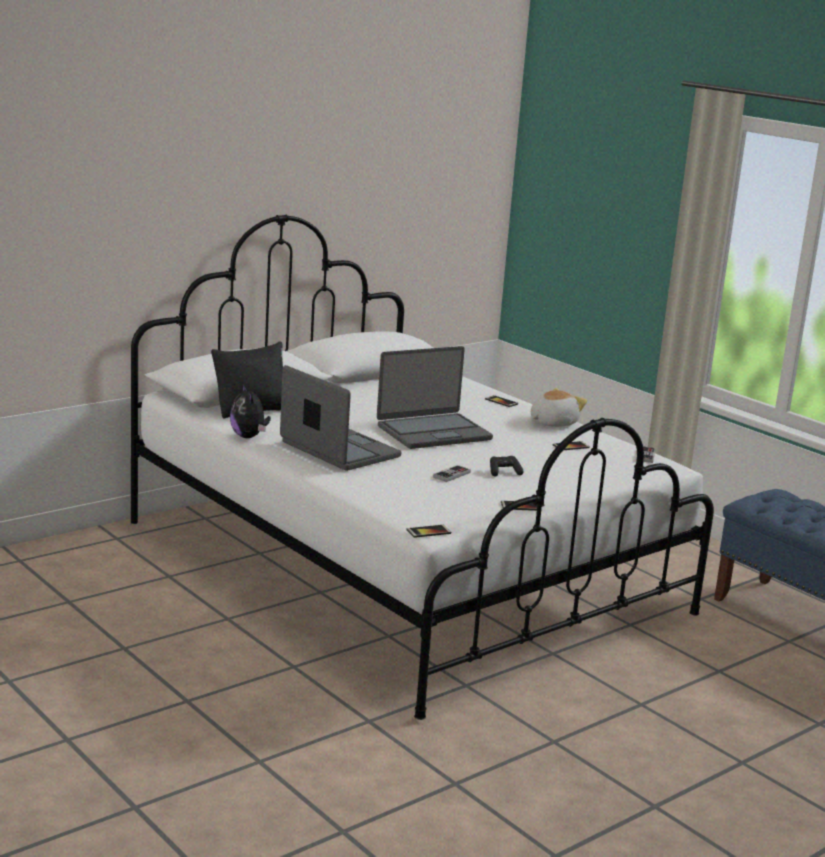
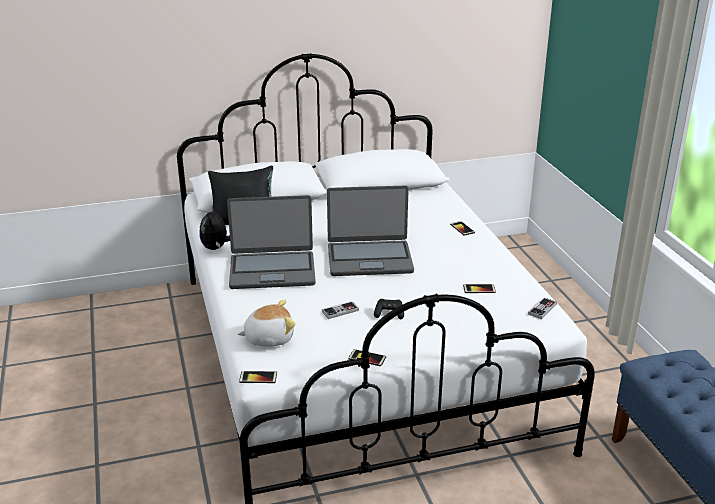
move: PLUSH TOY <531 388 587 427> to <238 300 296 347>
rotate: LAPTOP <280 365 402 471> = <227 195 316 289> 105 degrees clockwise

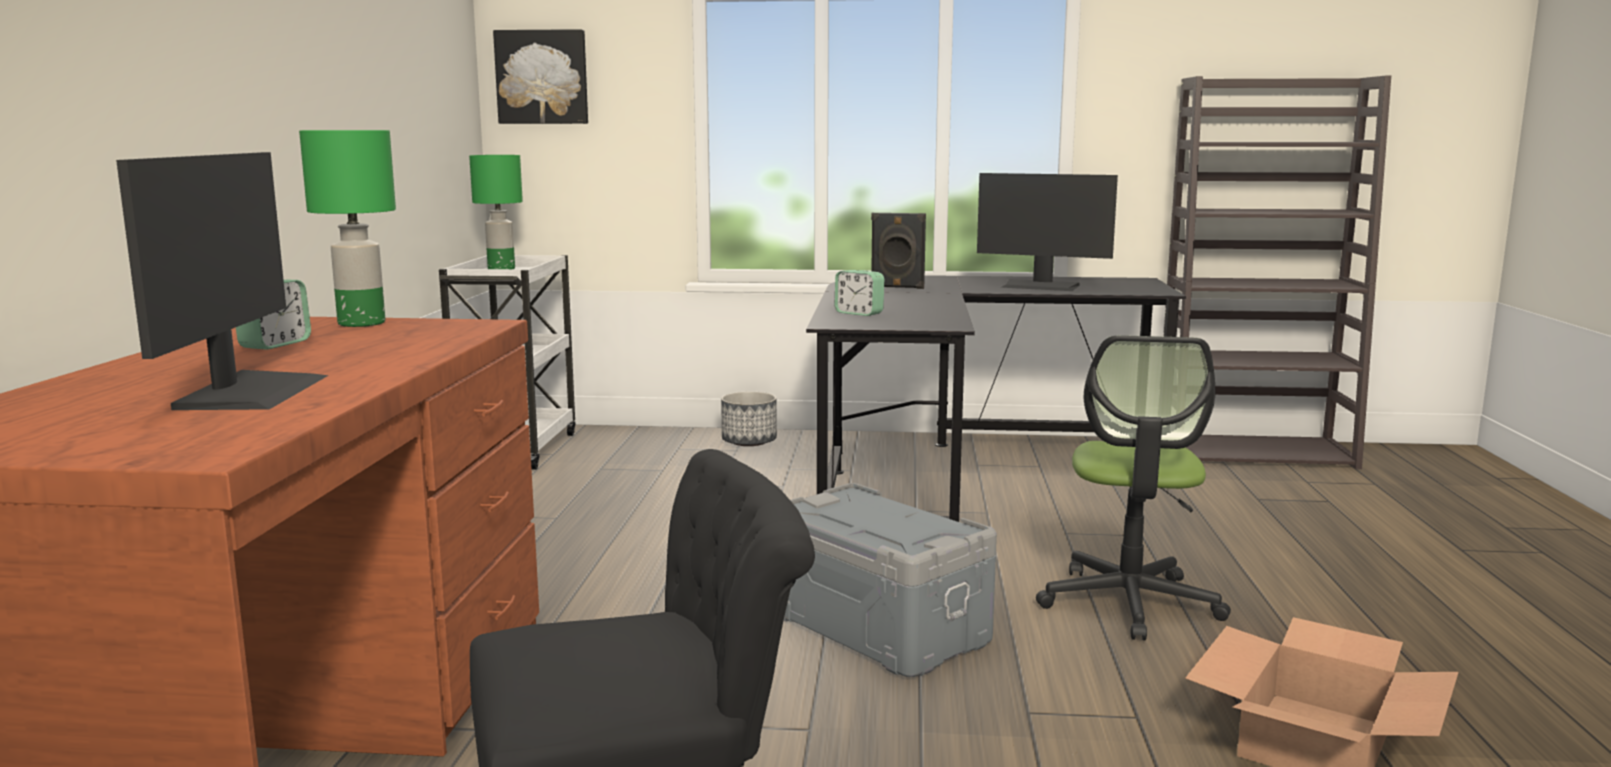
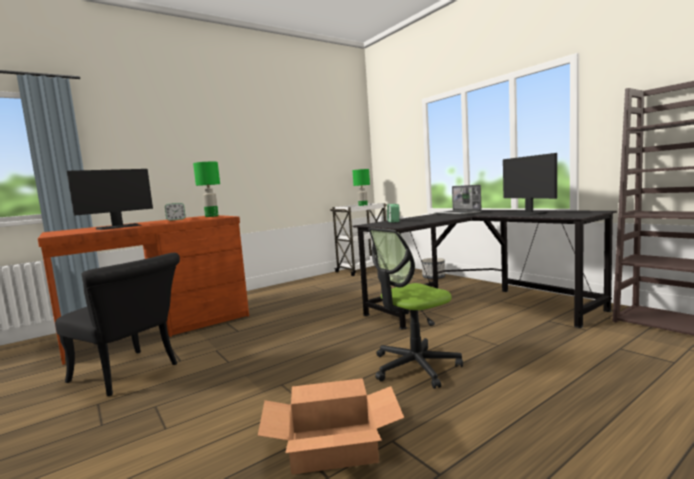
delete: PICTURE <493 29 588 124>; GREY STORAGE BOX <784 483 997 677>
replace: BLACK SPEAKER <871 213 926 289> to LAPTOP <435 185 482 215>

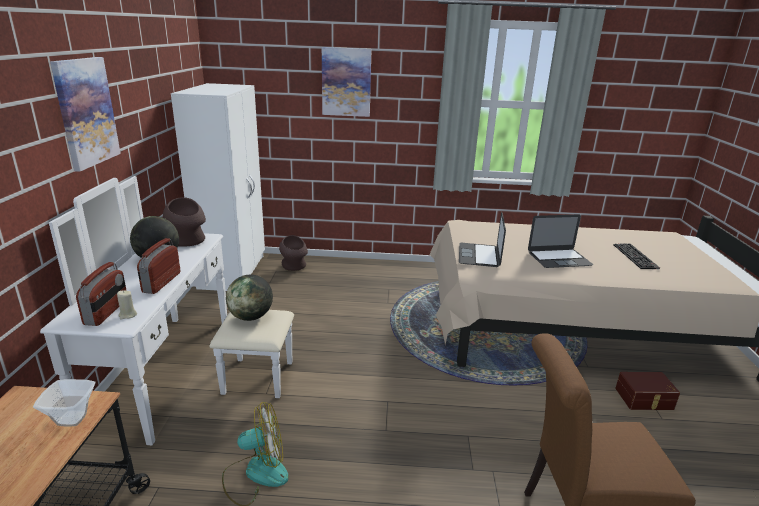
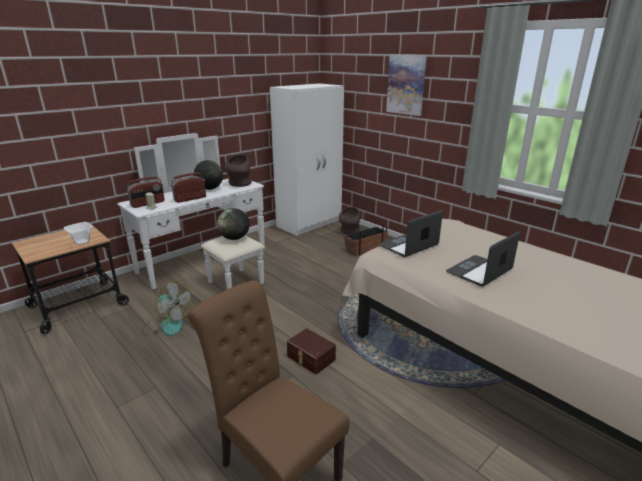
delete: PICTURE <50 57 121 172>; KEYBOARD <613 244 660 269>
insert: PLANTER <344 225 388 256>
move: BROWN STORAGE BOX <615 372 680 410> to <287 328 336 375>
rotate: LAPTOP <528 214 593 268> = <446 231 520 286> 105 degrees clockwise

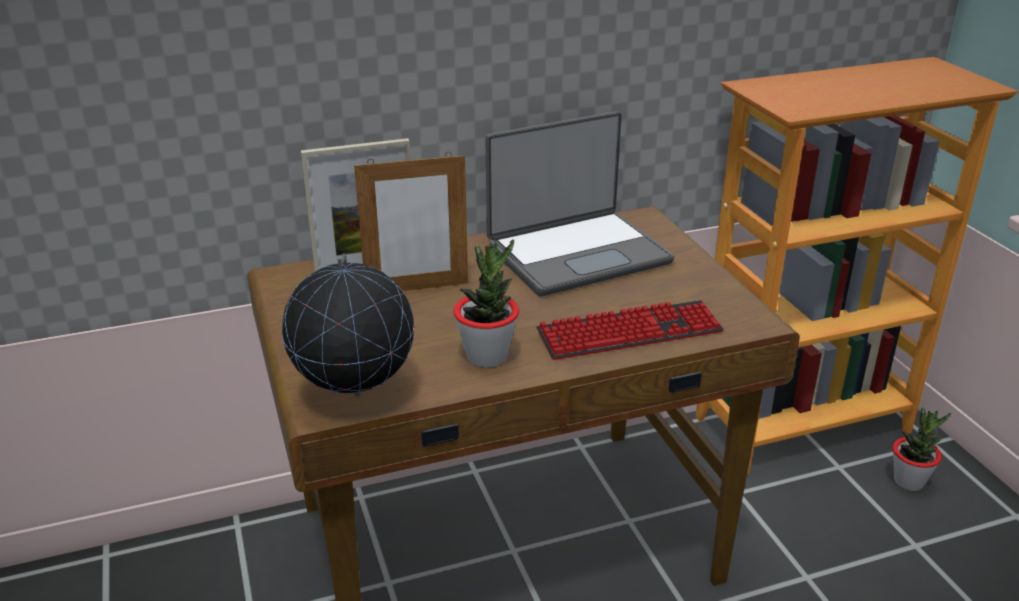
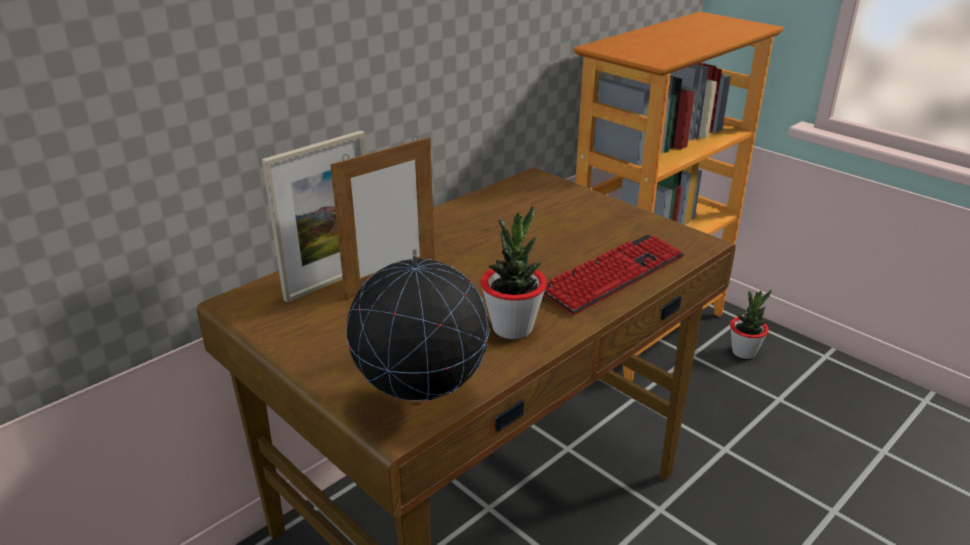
delete: LAPTOP <485 111 674 297>

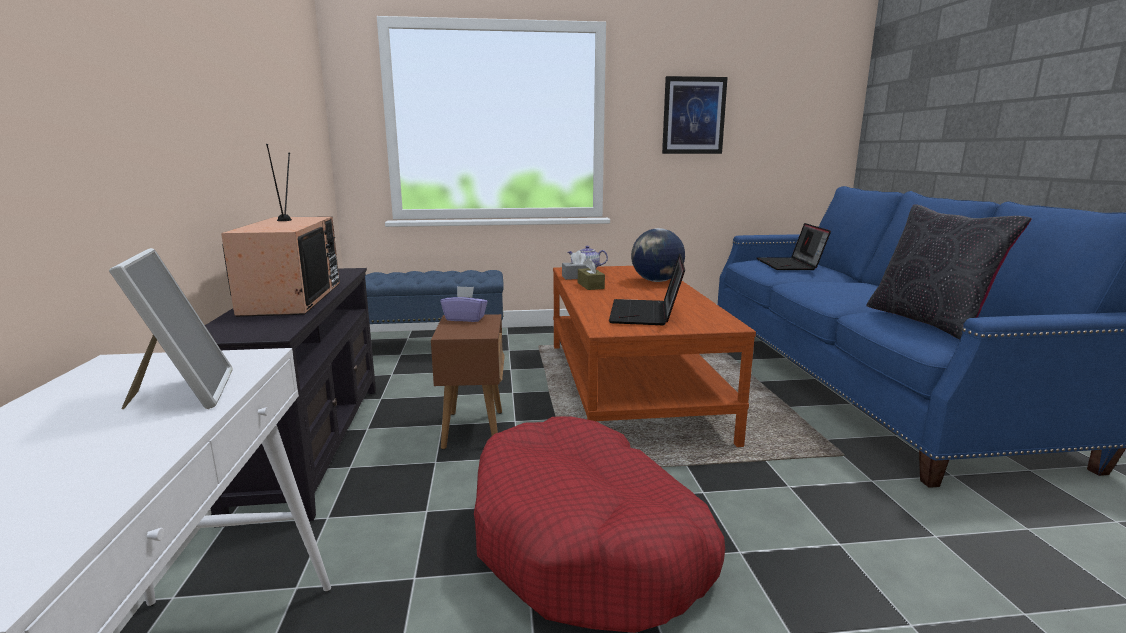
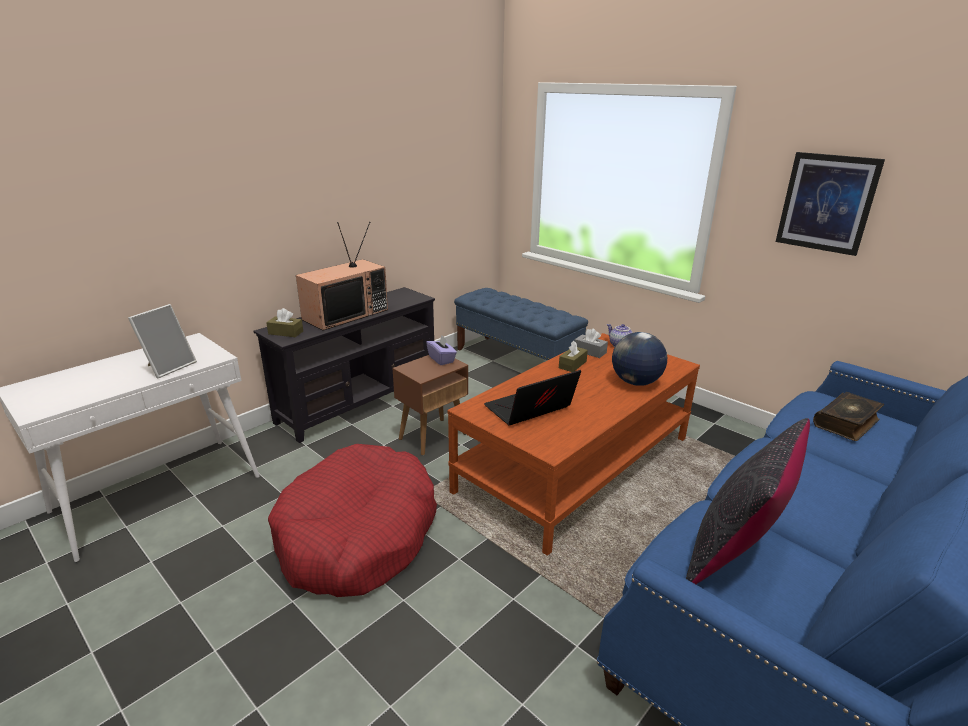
insert: BROWN TISSUE BOX <266 308 303 337>
replace: LAPTOP <757 223 831 270> to BOOK <813 392 884 441>

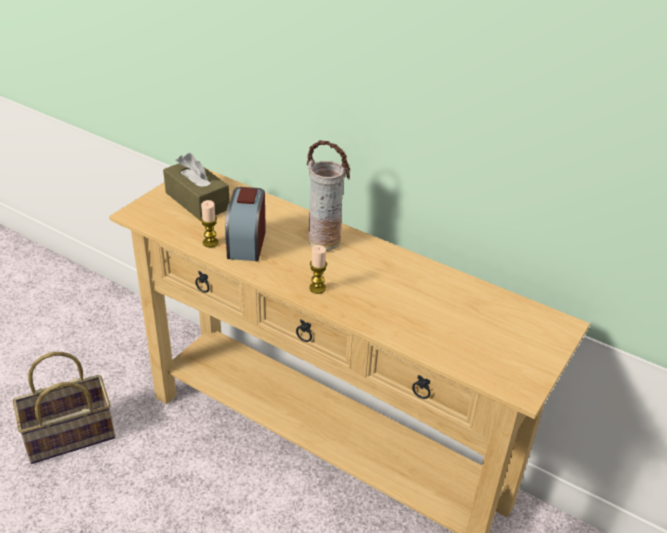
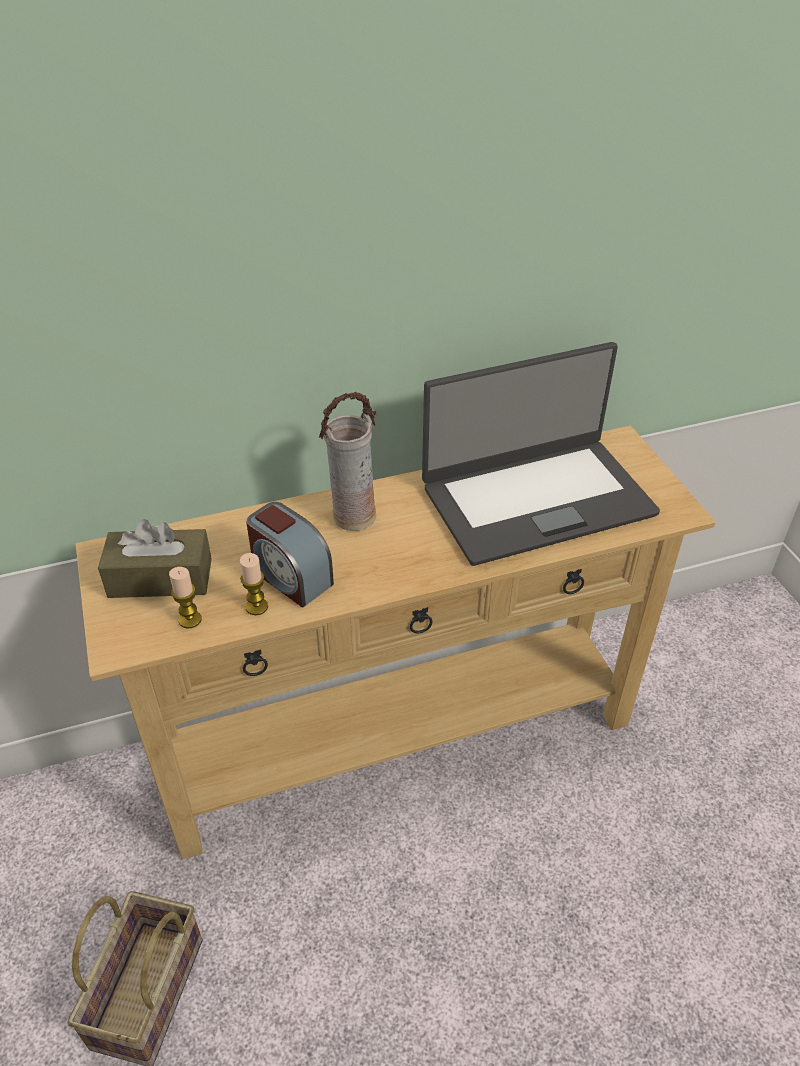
insert: LAPTOP <422 342 660 566>
move: CANDLE <309 245 327 294> to <169 567 202 629>

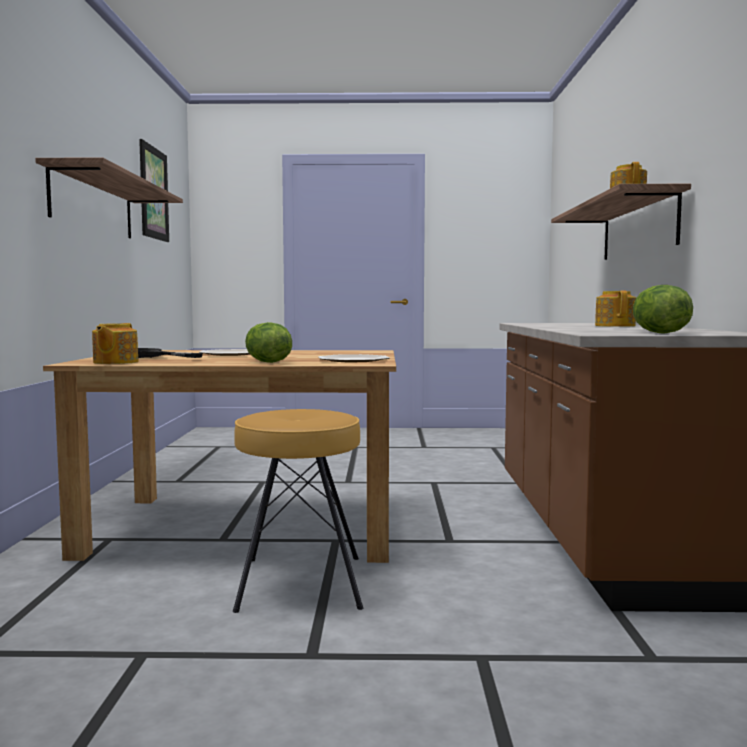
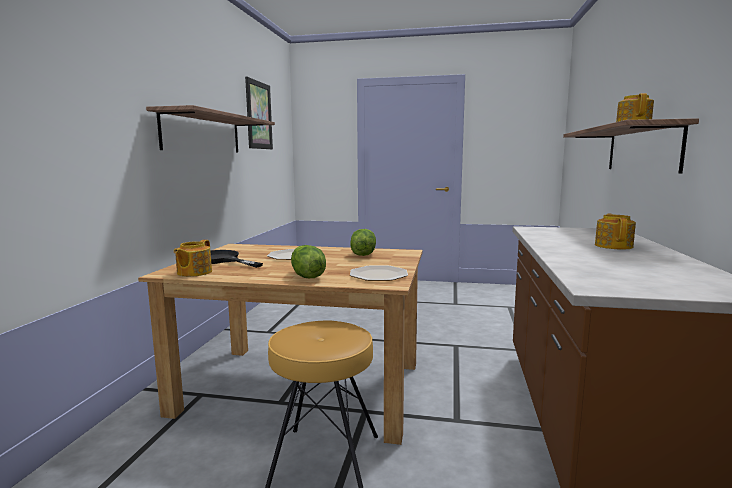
move: LETTUCE <633 285 693 333> to <350 229 376 256>

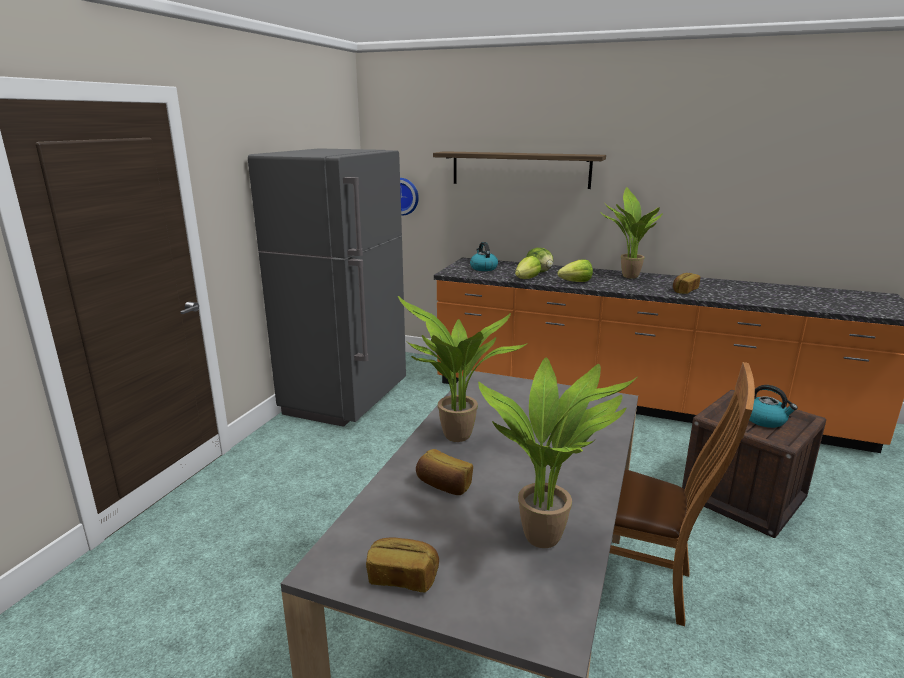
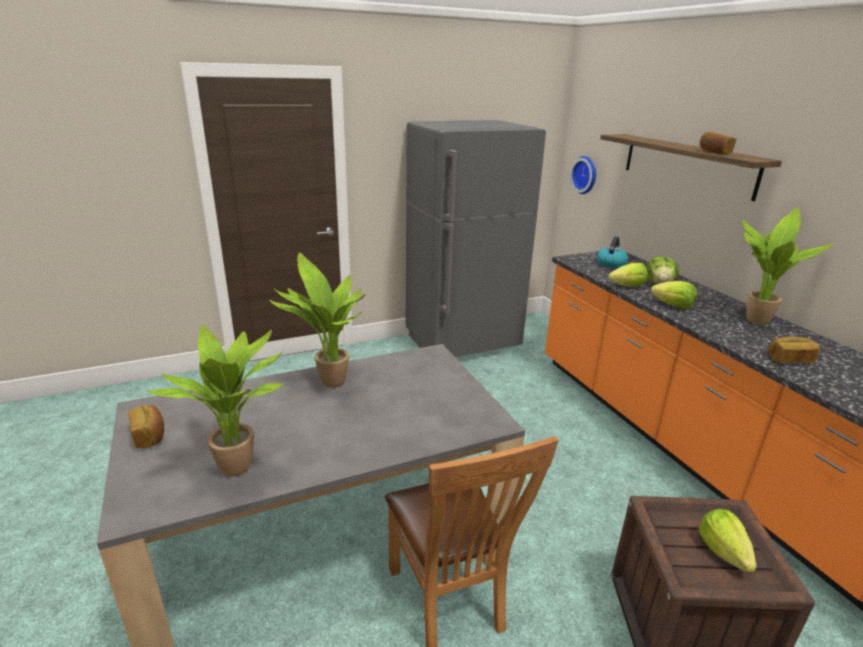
move: BREAD <416 449 473 495> to <700 131 736 154>
replace: KETTLE <749 385 798 428> to LETTUCE <698 509 757 572>

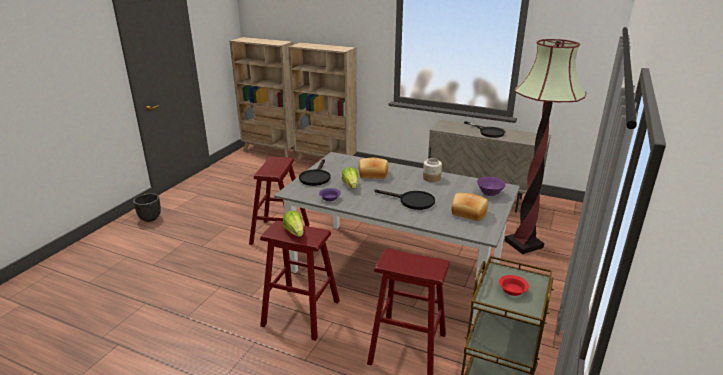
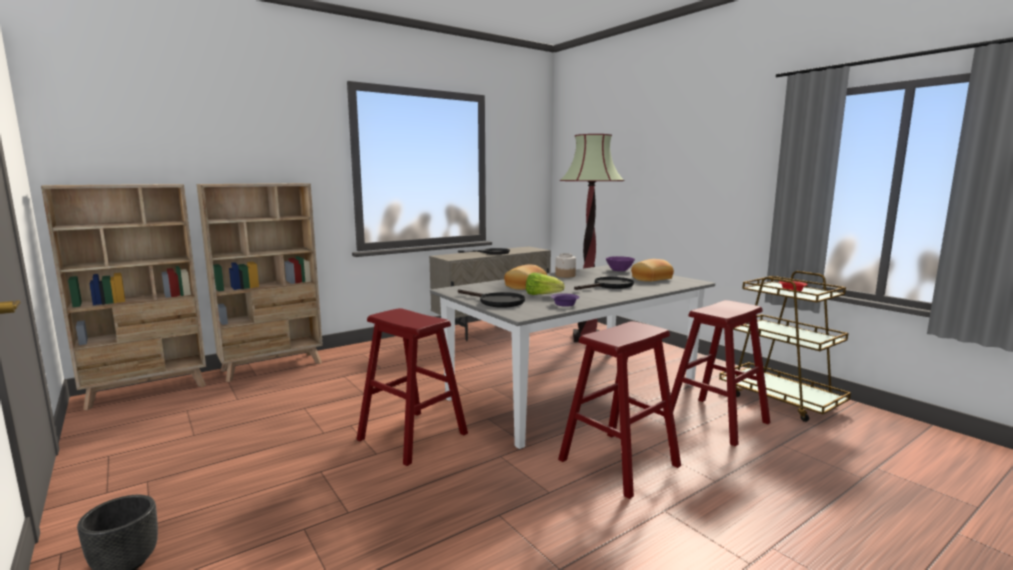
delete: LETTUCE <283 211 303 237>

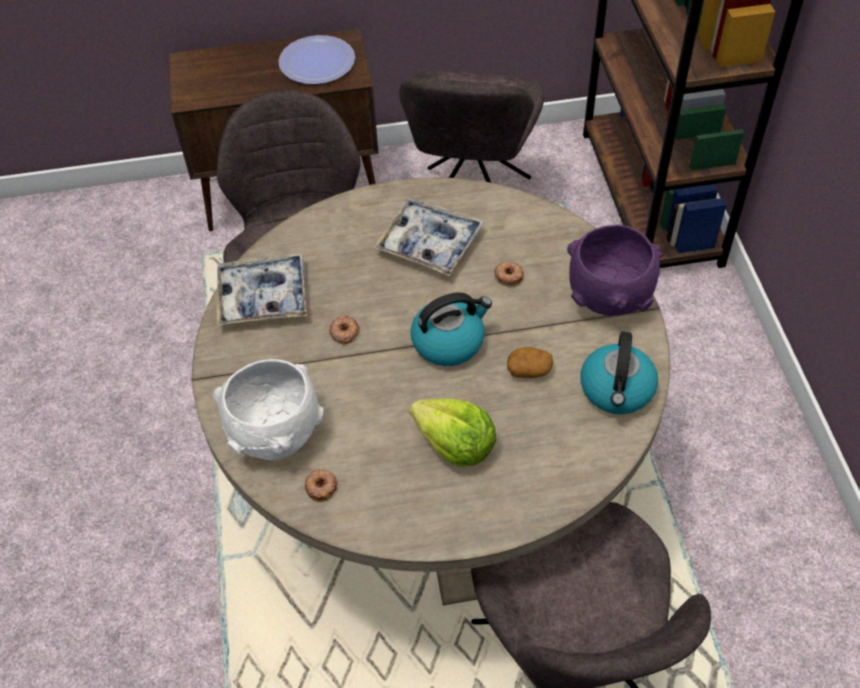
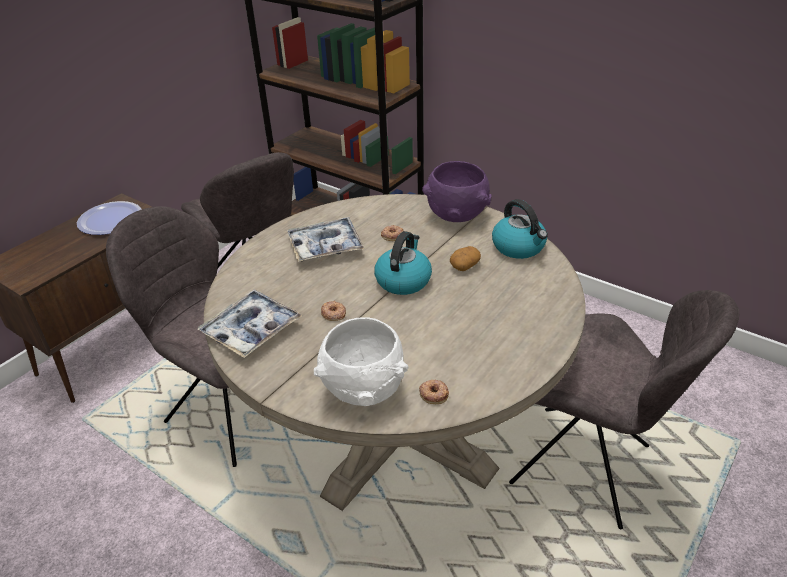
delete: LETTUCE <409 399 496 467>

